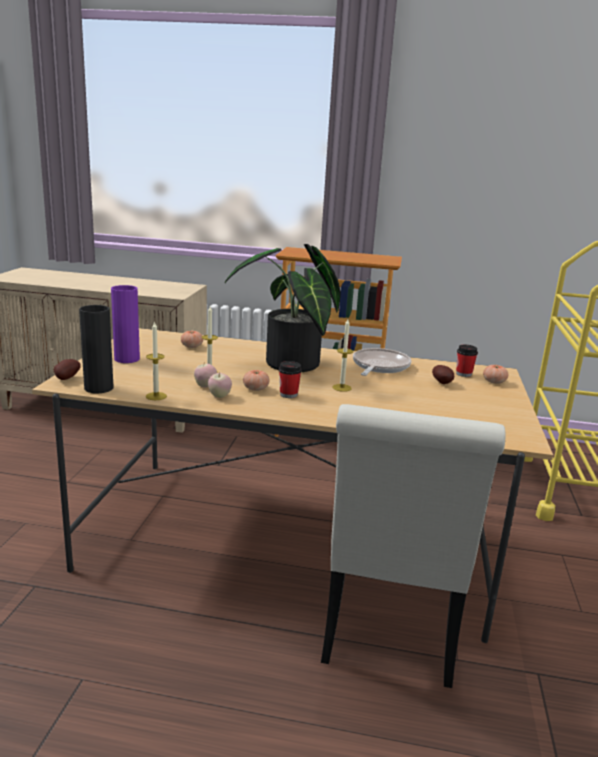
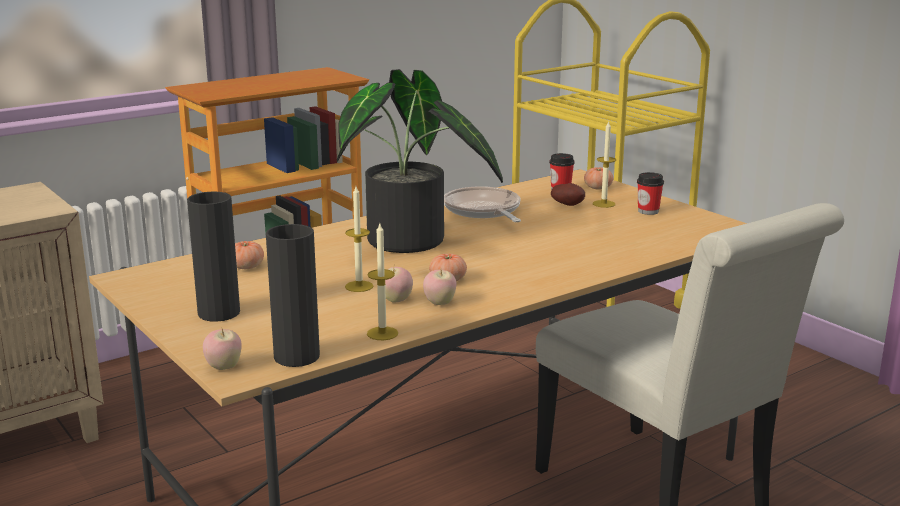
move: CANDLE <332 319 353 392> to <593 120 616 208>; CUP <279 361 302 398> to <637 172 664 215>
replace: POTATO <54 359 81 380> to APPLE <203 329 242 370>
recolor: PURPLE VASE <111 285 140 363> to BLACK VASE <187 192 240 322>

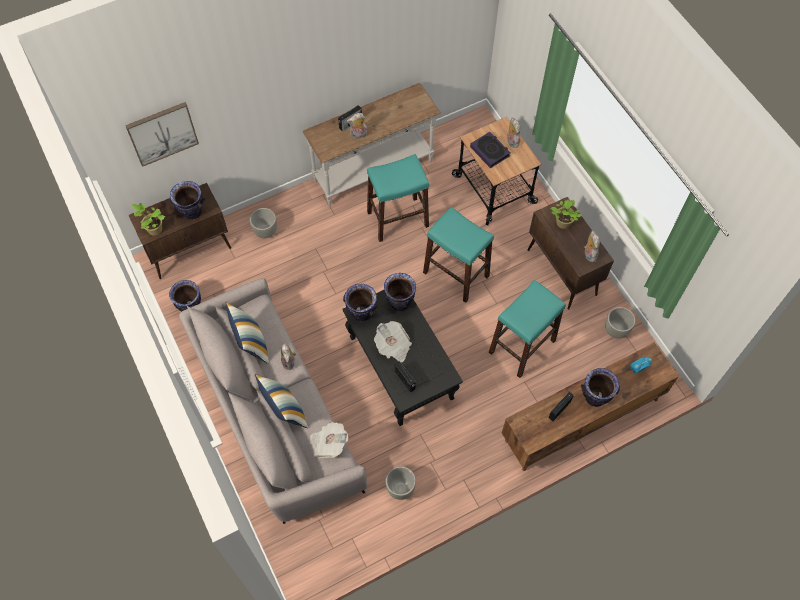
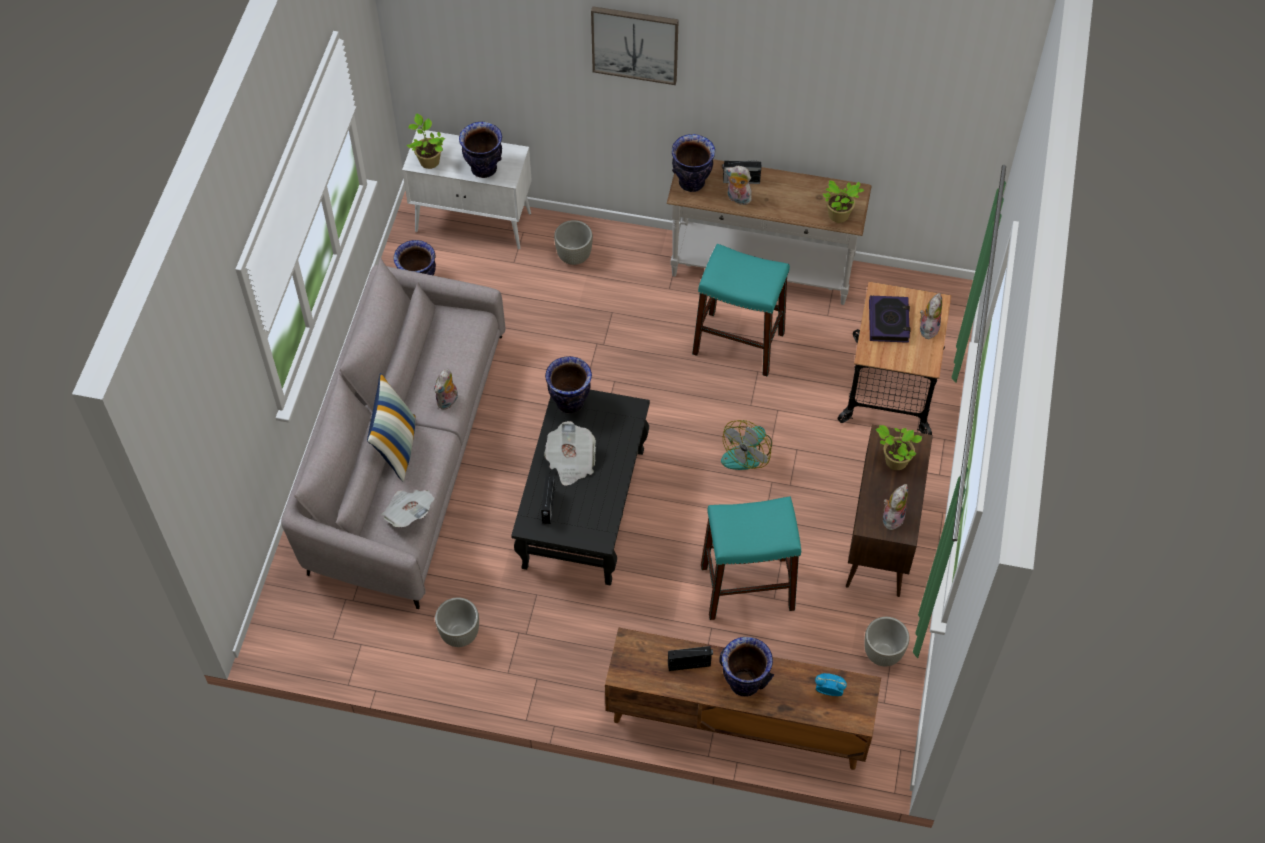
delete: PILLOW <225 302 269 364>
insert: POTTED PLANT <823 180 864 223>
move: PICTURE <125 102 199 167> to <591 6 679 85>; VASE <384 273 416 311> to <672 134 715 192>
replace: TURQUOISE STOOL <423 207 494 303> to FAN <721 420 772 470>
recolor: BROWN CABINET <129 183 231 279> to WHITE CABINET <402 129 532 250>

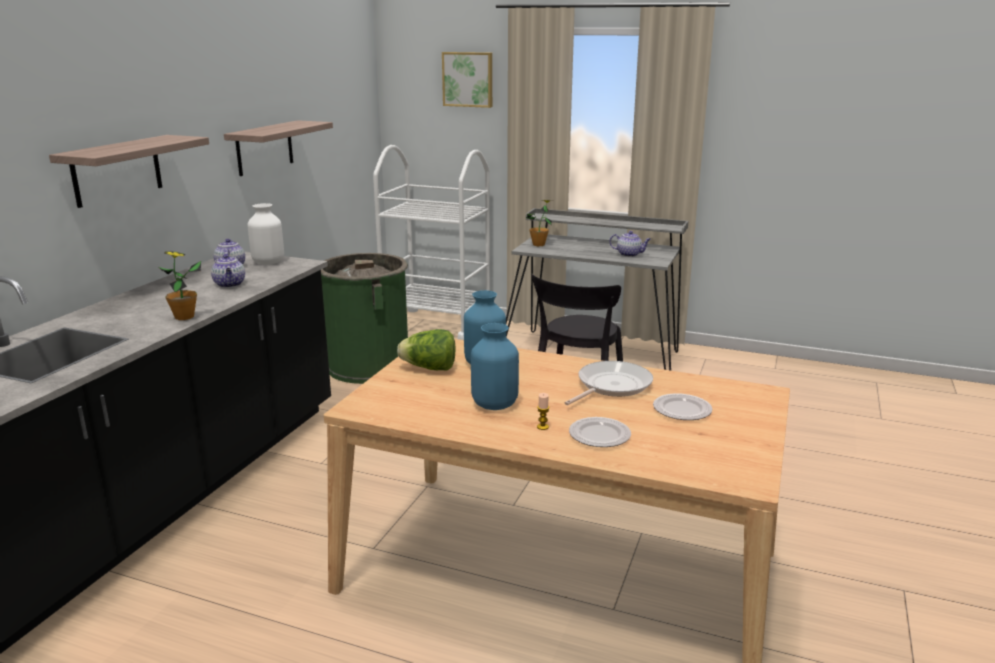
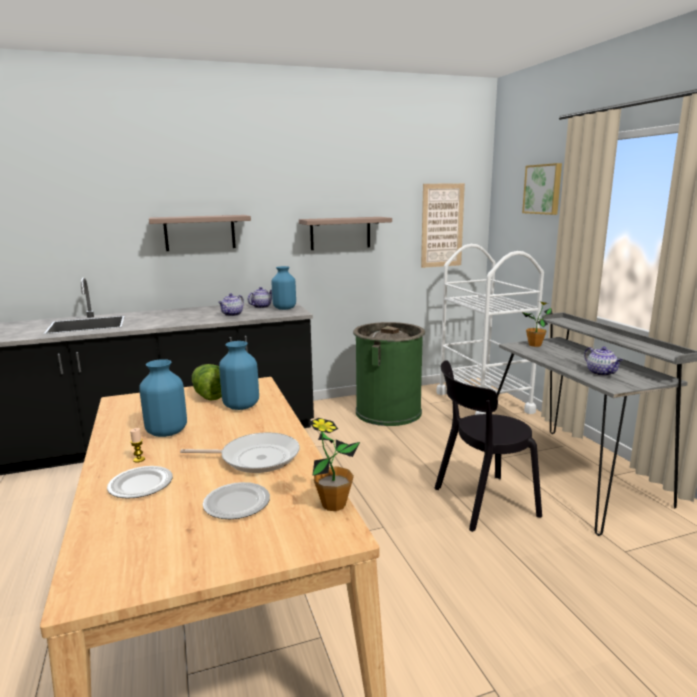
insert: PICTURE <421 183 465 268>
move: POTTED PLANT <159 251 201 320> to <310 418 360 511>
recolor: WHITE VASE <248 203 284 265> to BLUE VASE <272 266 296 310>

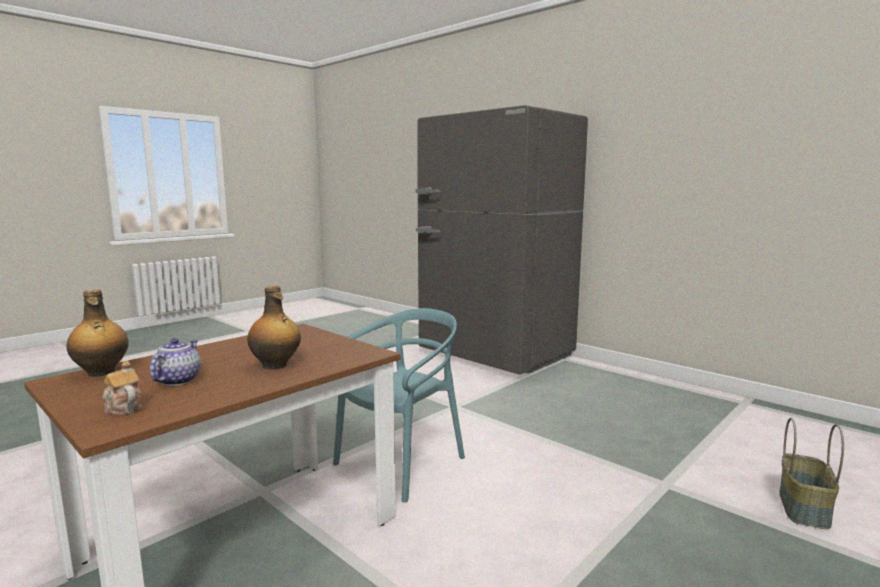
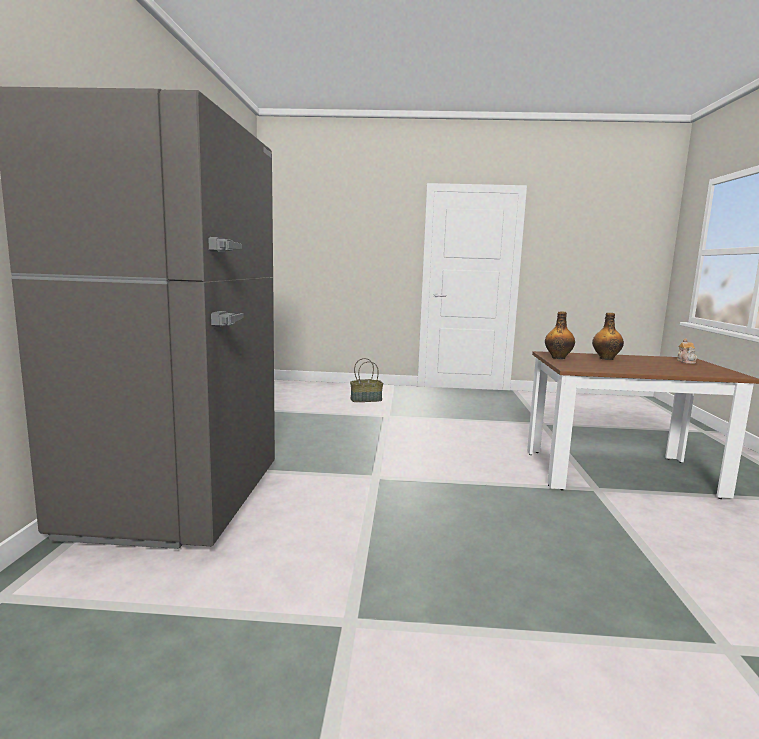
delete: TURQUOISE CHAIR <333 308 465 503>; TEAPOT <150 338 201 386>
move: BOTTLE <67 290 129 377> to <545 312 575 359>

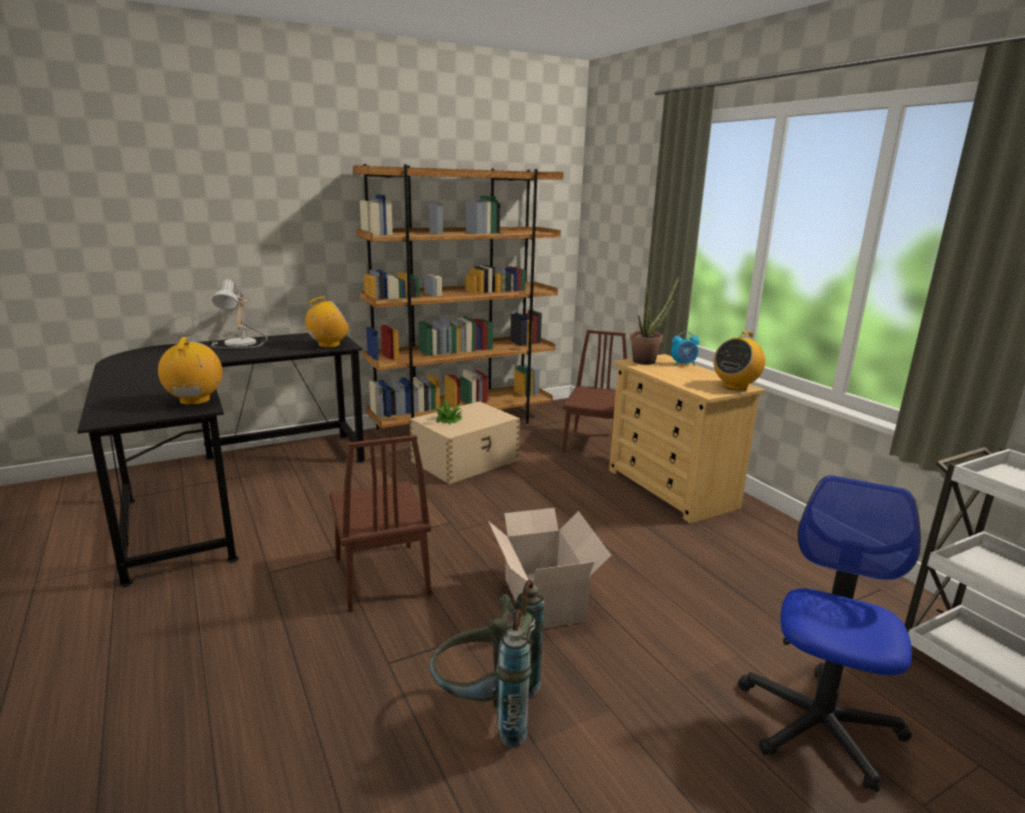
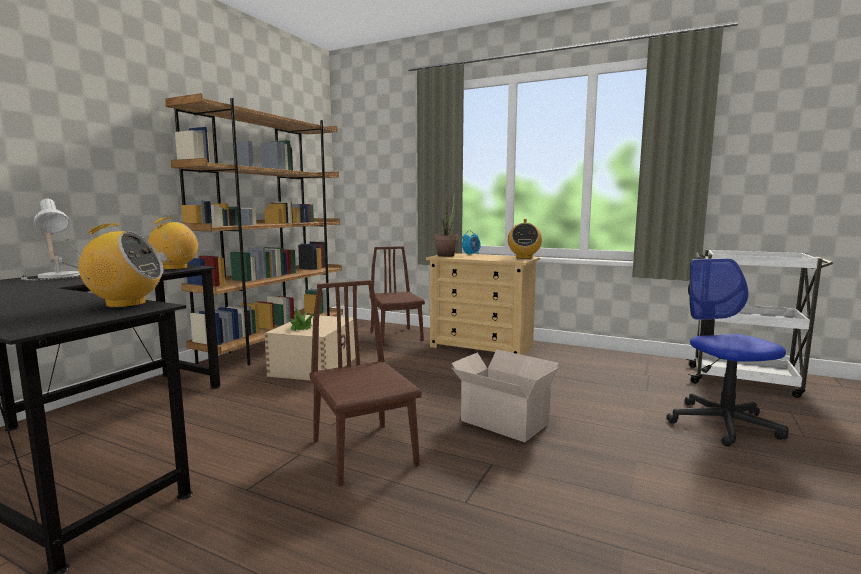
delete: GREY BACKPACK <429 580 545 748>
rotate: RADIO <158 337 222 405> = <67 223 163 308> 135 degrees clockwise; BROWN CHAIR <329 435 432 612> = <310 280 422 486> 150 degrees counterclockwise

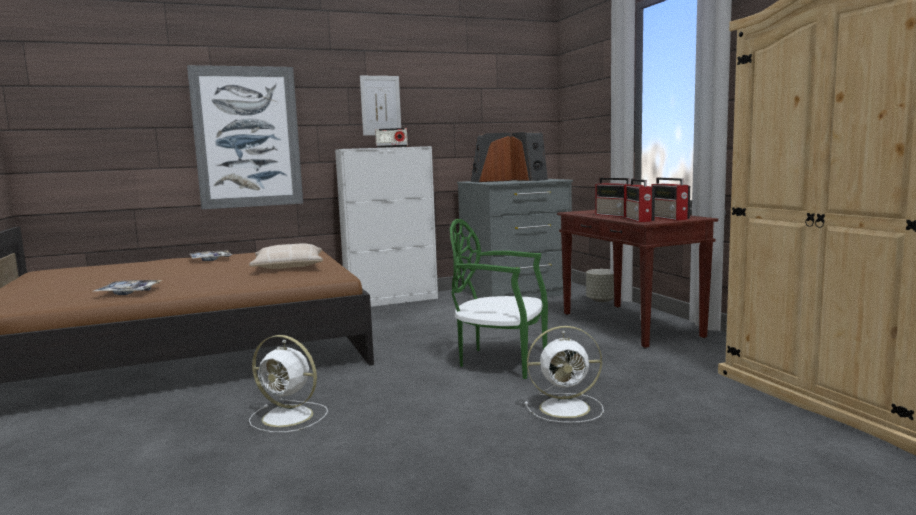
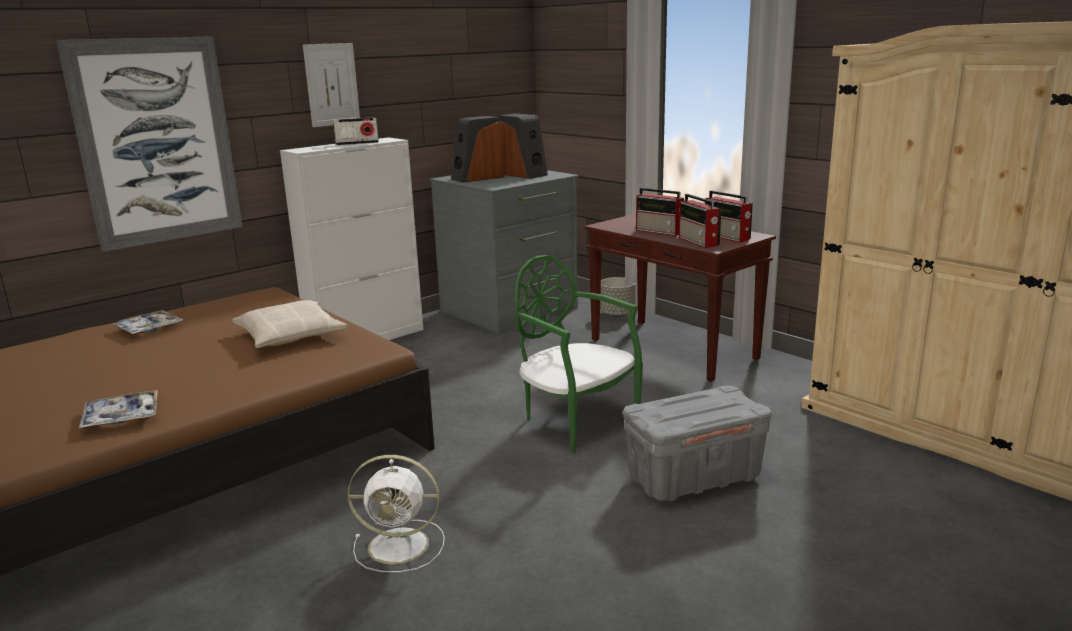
replace: WHITE FAN <524 326 604 423> to GREY STORAGE BOX <623 386 772 502>
rotate: GREEN CHAIR <450 219 548 379> = <515 255 643 453> 45 degrees clockwise

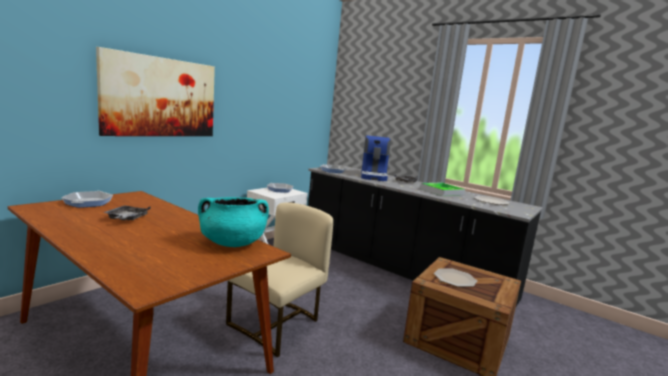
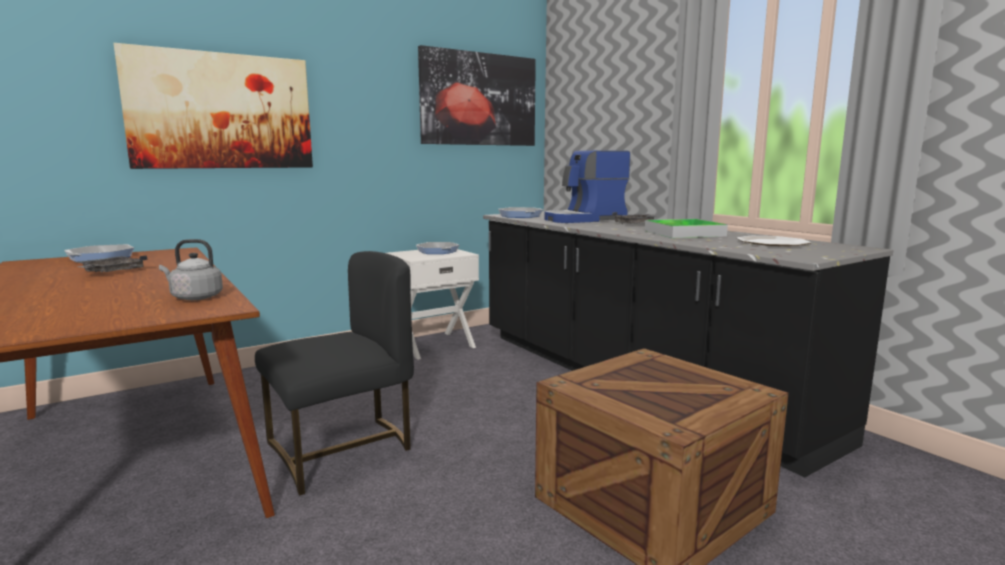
delete: PLATE <434 268 477 287>
insert: PICTURE <418 45 536 146>
replace: TURQUOISE COOKING POT <198 197 269 247> to GREY KETTLE <159 239 223 300>
recolor: BEIGE CHAIR <226 202 333 357> to BLACK CHAIR <255 251 414 496>
rotate: COFFEE MACHINE <361 135 391 181> = <544 150 630 223> 45 degrees clockwise

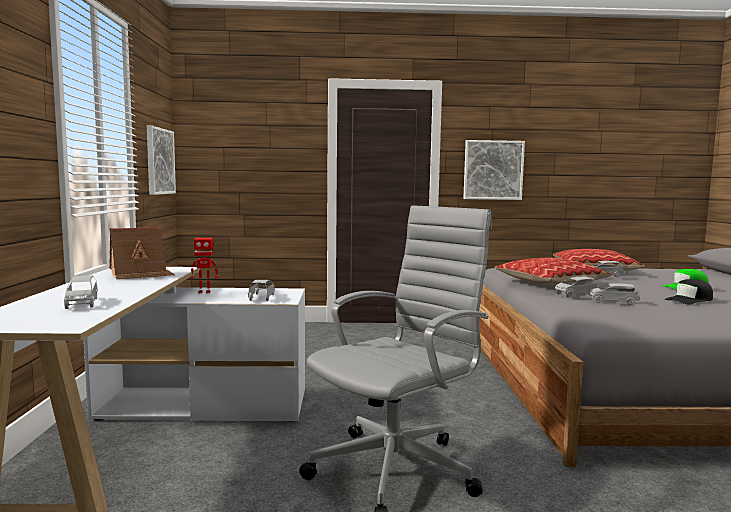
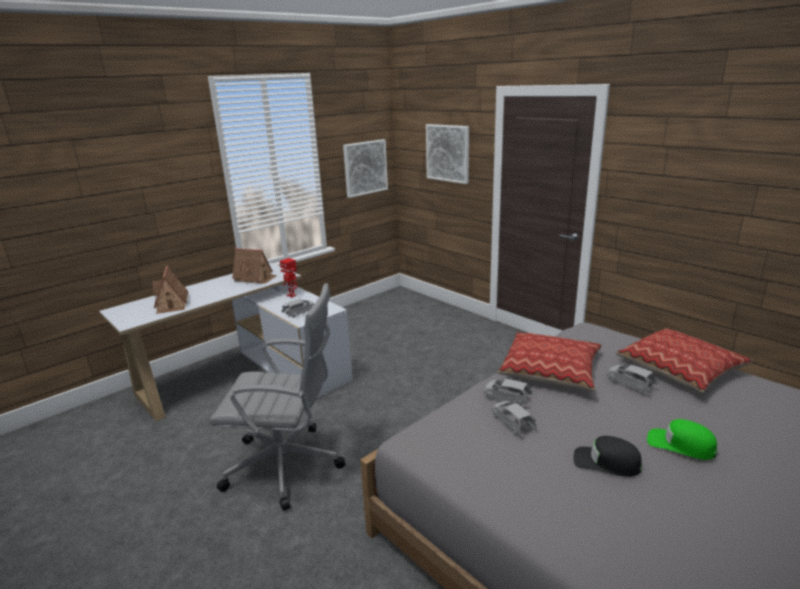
move: PICTURE <463 140 525 200> to <426 124 469 184>
replace: GREY TOY CAR <64 276 98 309> to TOY HOUSE <152 266 189 314>

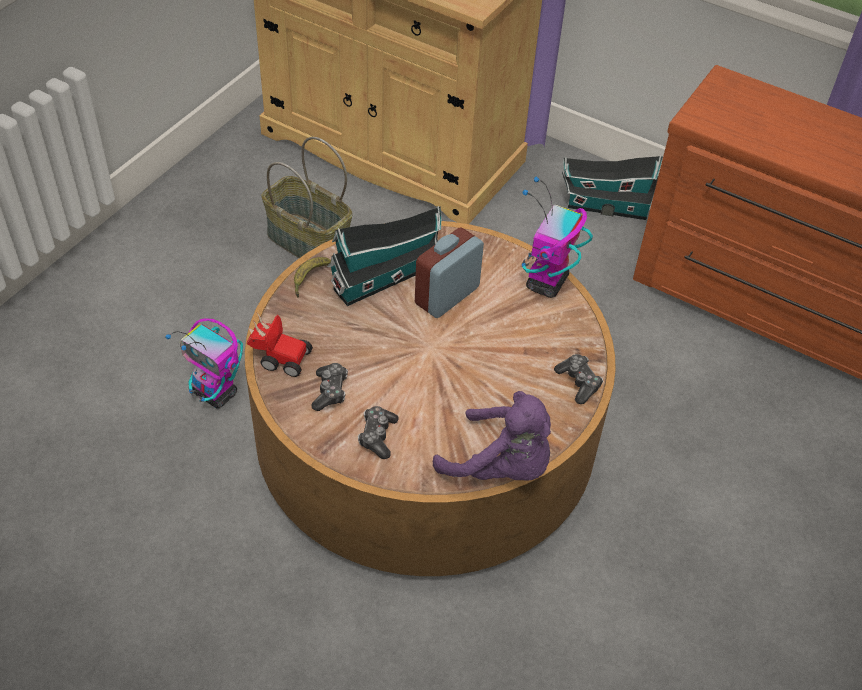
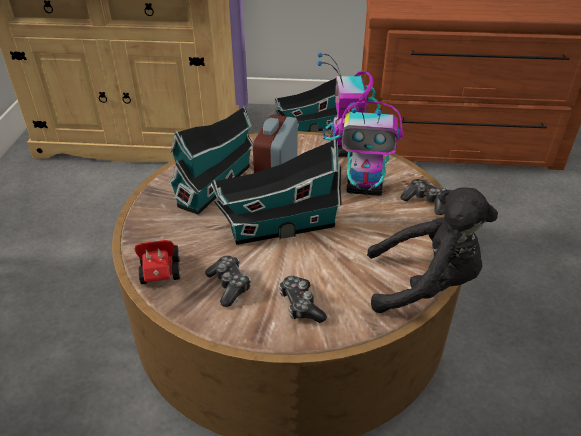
delete: BASKET <262 137 353 258>; BANANA <294 257 331 298>
insert: TOY HOUSE <211 138 342 245>
move: TOY ROBOT <165 318 243 408> to <338 101 403 196>
recolor: PURPLE PLUSH TOY <433 391 551 481> to BLACK PLUSH TOY <367 187 498 313>
rotate: TOY CAR <247 313 313 377> = <135 240 180 284> 90 degrees counterclockwise

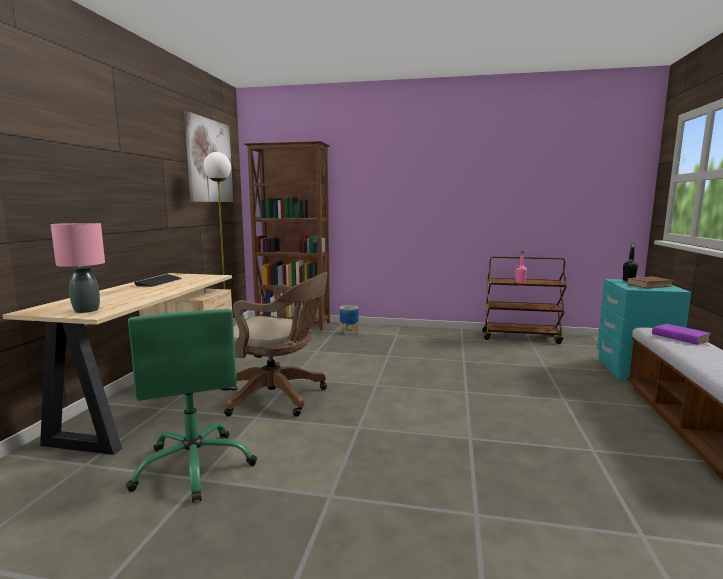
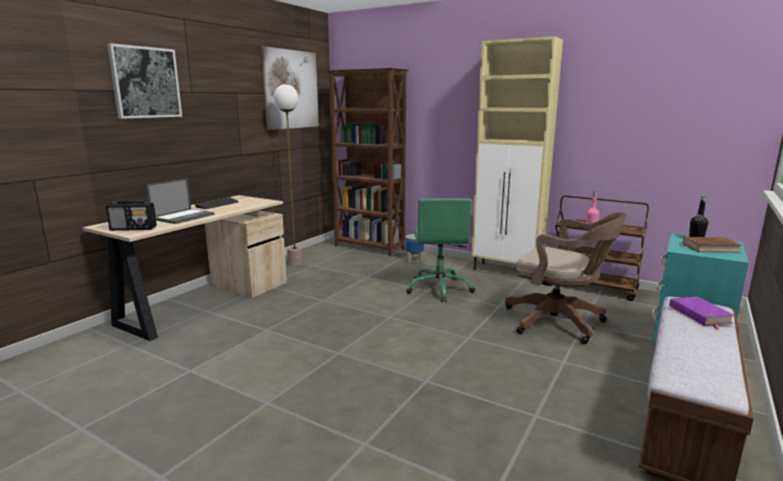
insert: BEIGE CABINET <472 36 563 270>; PICTURE <107 43 182 119>; LAPTOP <146 178 215 224>
move: BROWN OFFICE CHAIR <224 272 327 417> to <505 212 627 344>; GREEN OFFICE CHAIR <126 309 257 503> to <406 198 475 302>
replace: PINK TABLE LAMP <51 223 105 313> to RADIO <106 200 157 231>

